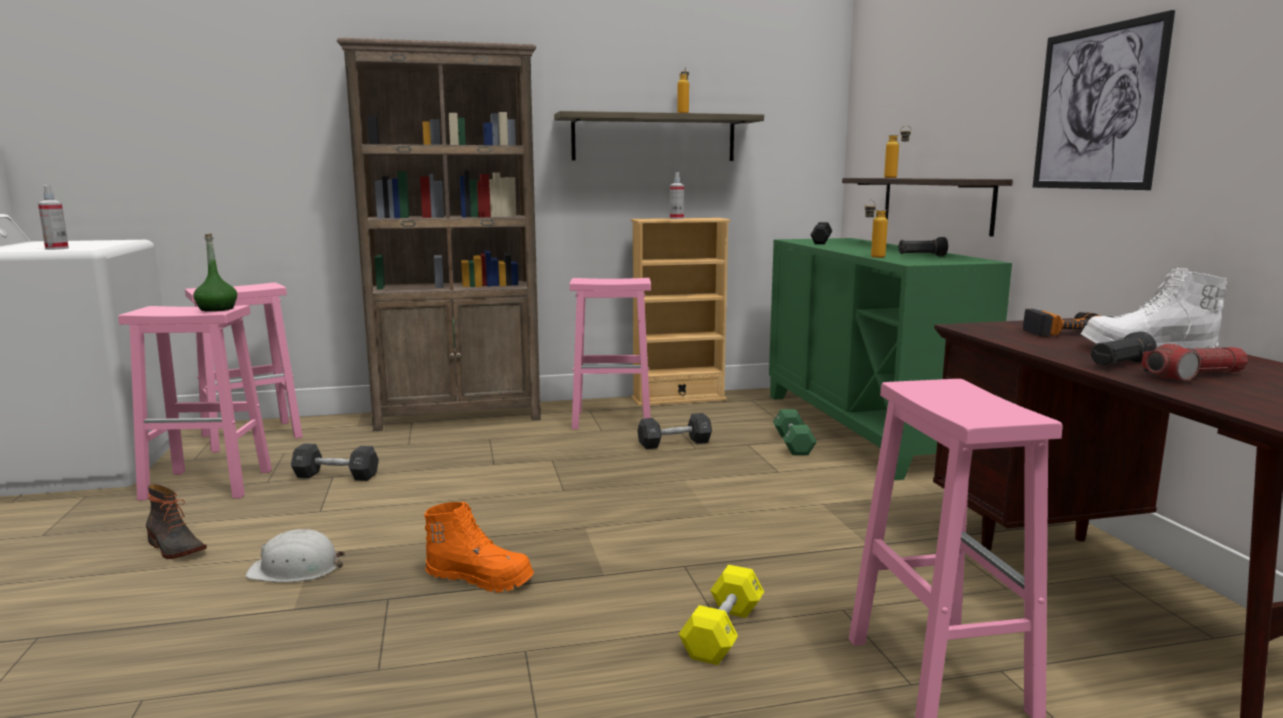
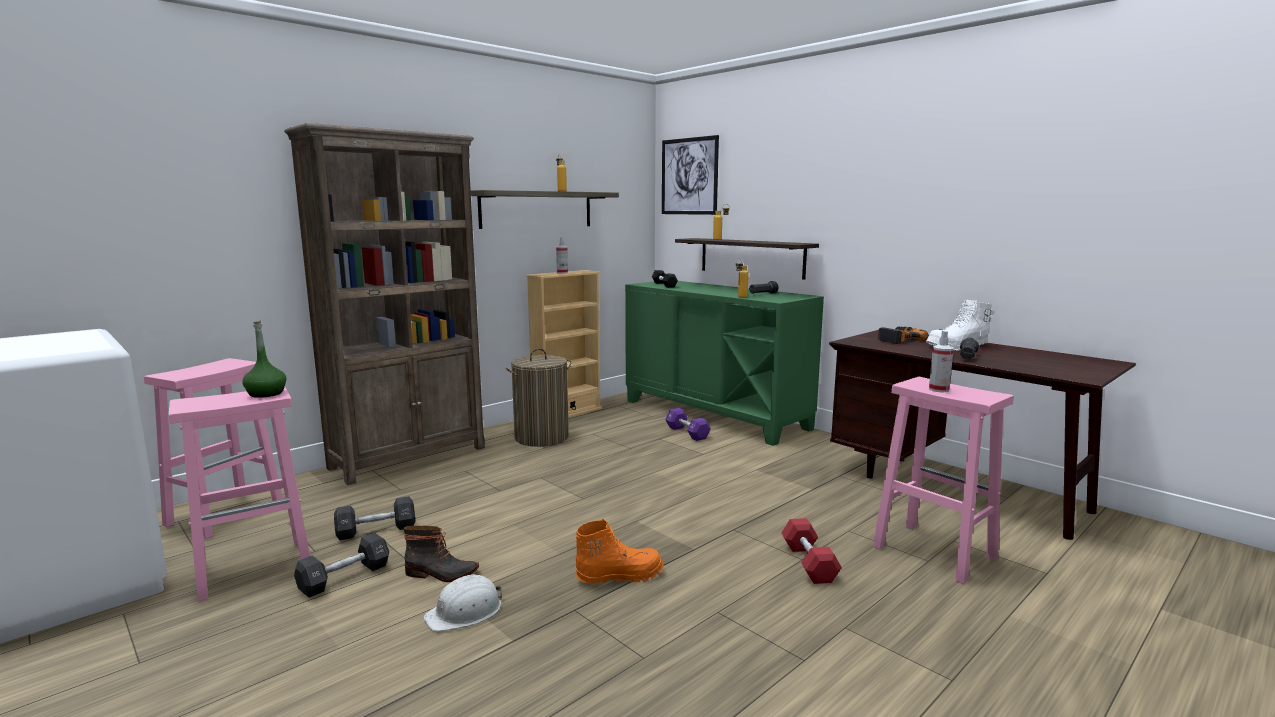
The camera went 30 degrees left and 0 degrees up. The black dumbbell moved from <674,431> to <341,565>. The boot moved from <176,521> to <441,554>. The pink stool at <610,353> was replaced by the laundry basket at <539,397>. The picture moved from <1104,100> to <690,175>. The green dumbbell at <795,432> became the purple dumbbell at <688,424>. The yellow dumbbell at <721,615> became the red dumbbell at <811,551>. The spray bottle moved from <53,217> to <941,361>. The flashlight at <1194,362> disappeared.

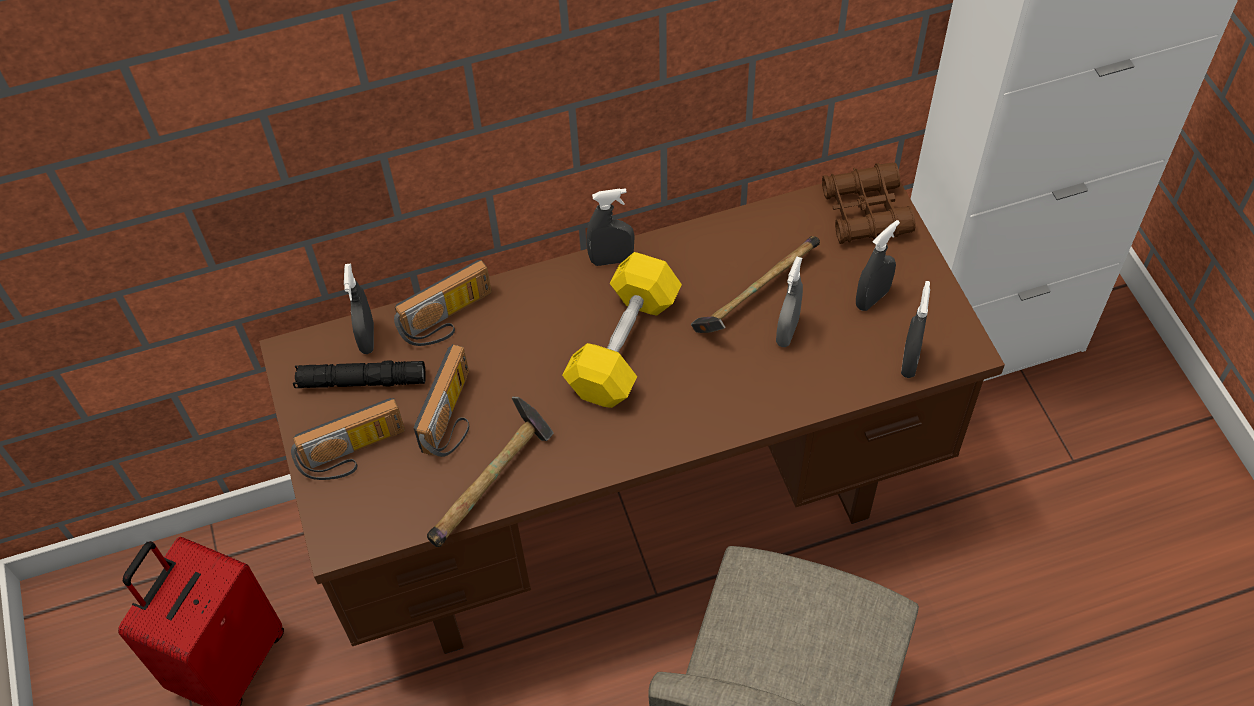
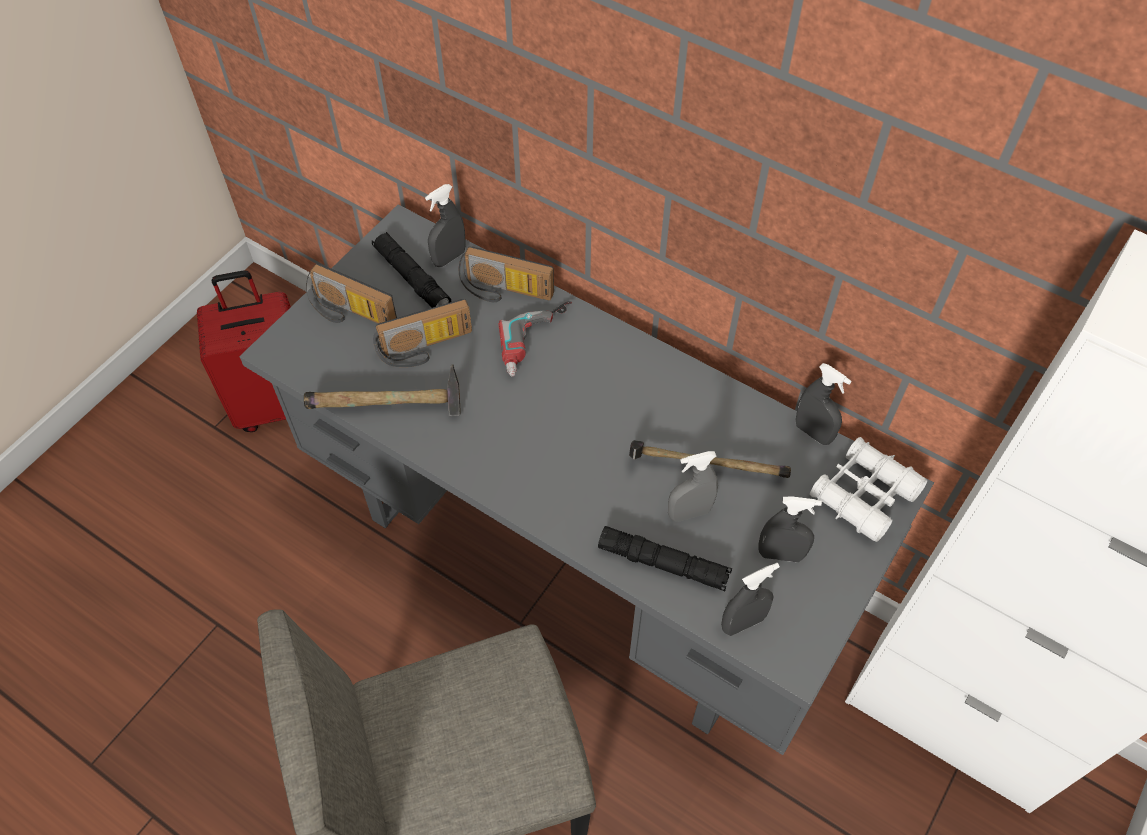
The camera went 50 degrees right and 0 degrees up. The brown desk at <632,418> became the grey desk at <586,479>. The power drill at <535,338> appeared. The black flashlight at <665,558> appeared. The grey spray bottle moved from <610,227> to <823,404>. The brown binoculars at <869,203> became the white binoculars at <868,489>. The yellow dumbbell at <622,330> disappeared.

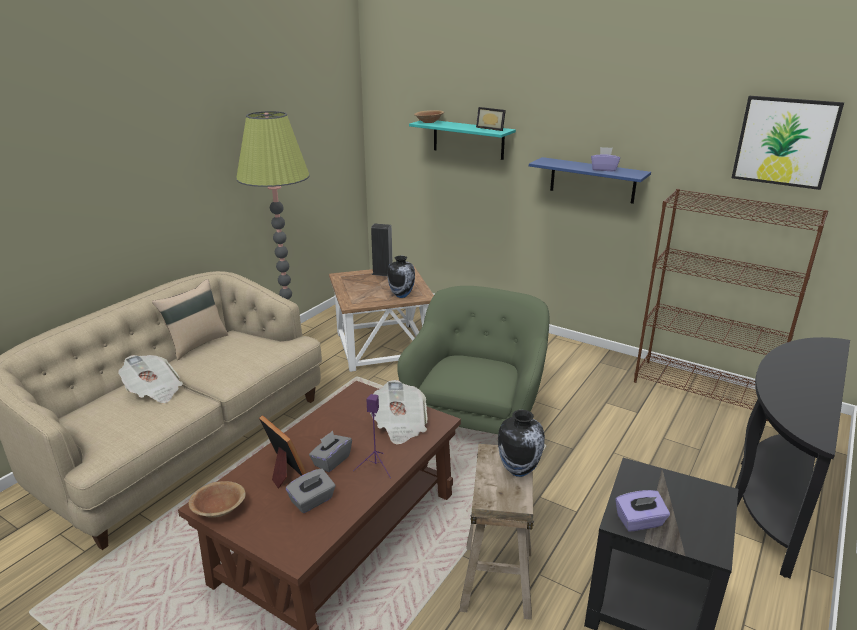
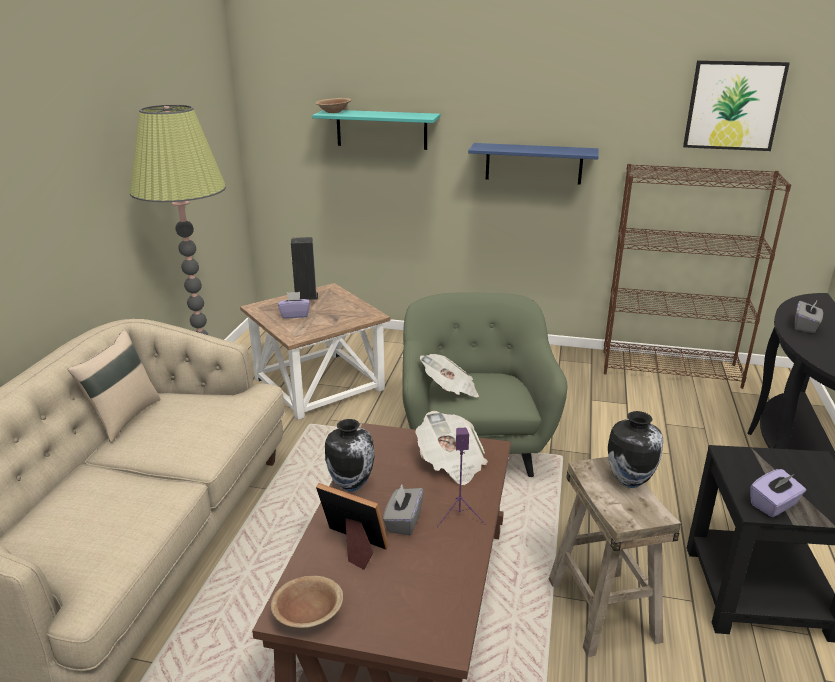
The camera went 20 degrees left and 0 degrees up. The purple tissue box moved from <605,159> to <294,305>. The vase moved from <401,277> to <349,455>. The newspaper moved from <150,379> to <449,375>. The grey tissue box moved from <311,491> to <809,317>. The picture frame at <491,119> disappeared.

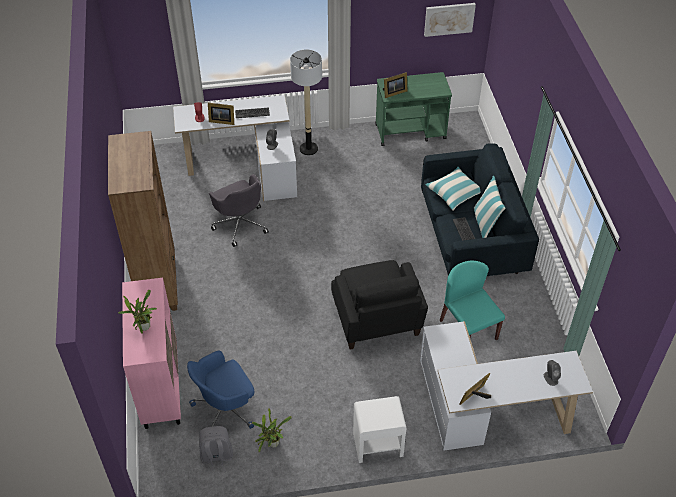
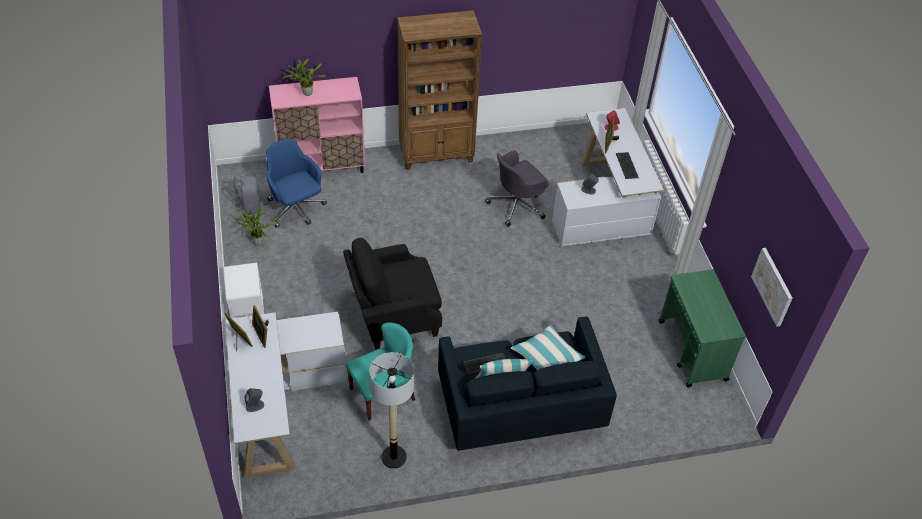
The camera went 85 degrees right and 0 degrees up. The picture frame moved from <395,85> to <260,326>. The floor lamp moved from <306,102> to <391,410>.

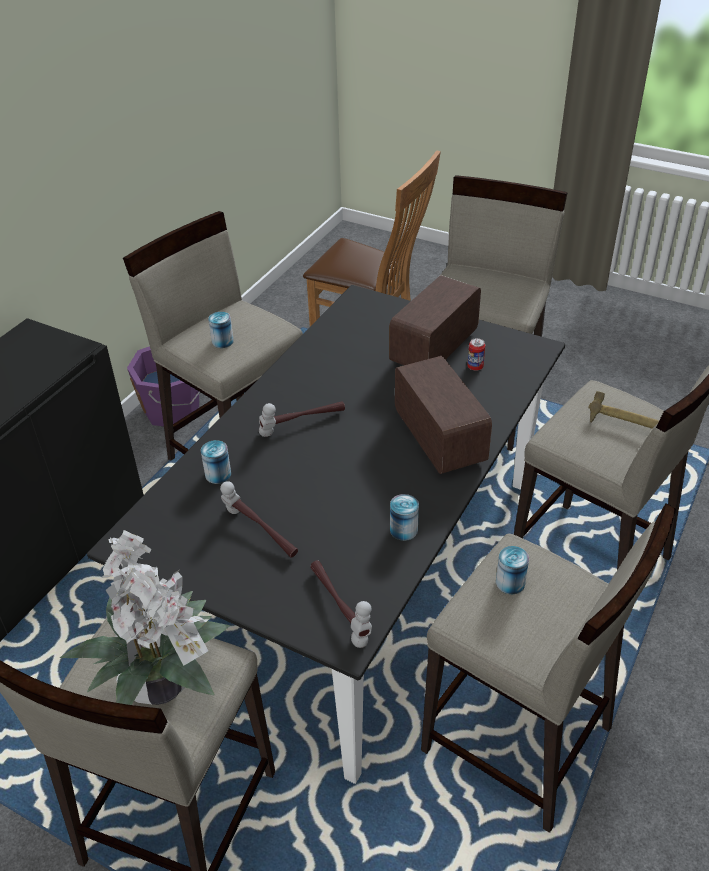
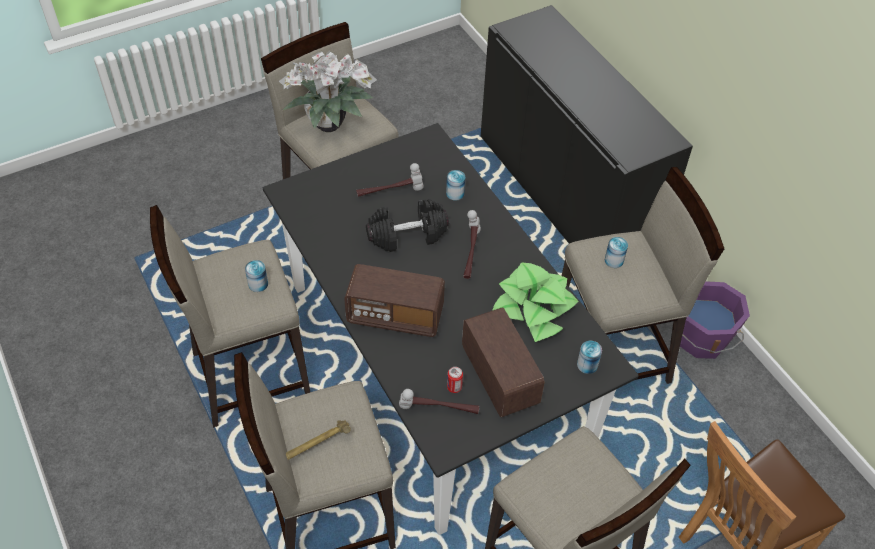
The camera went 120 degrees right and 10 degrees up. The black dumbbell at <407,225> appeared. The hammer moved from <341,604> to <439,401>. The potted plant at <535,302> appeared. The can moved from <404,517> to <589,357>.

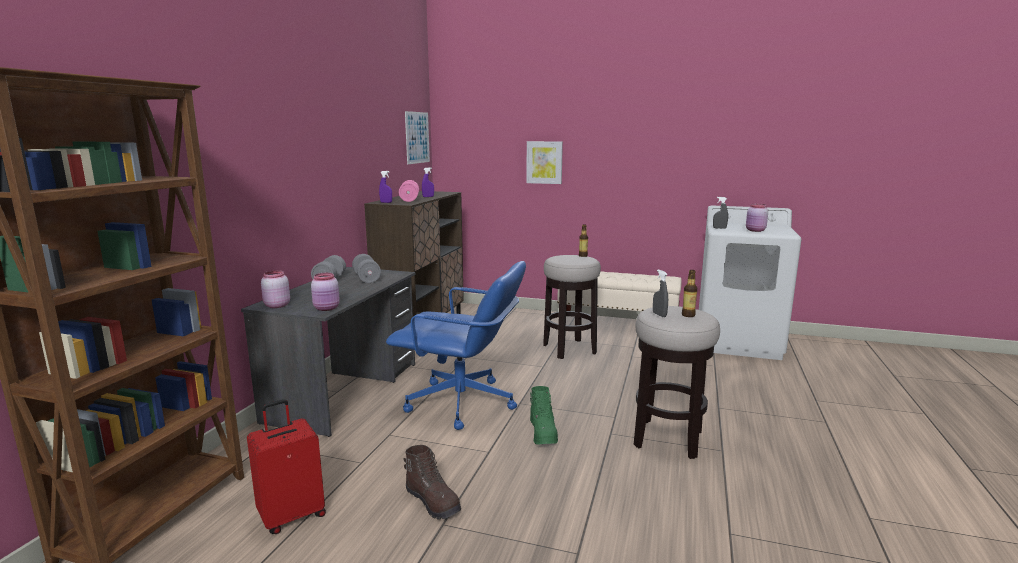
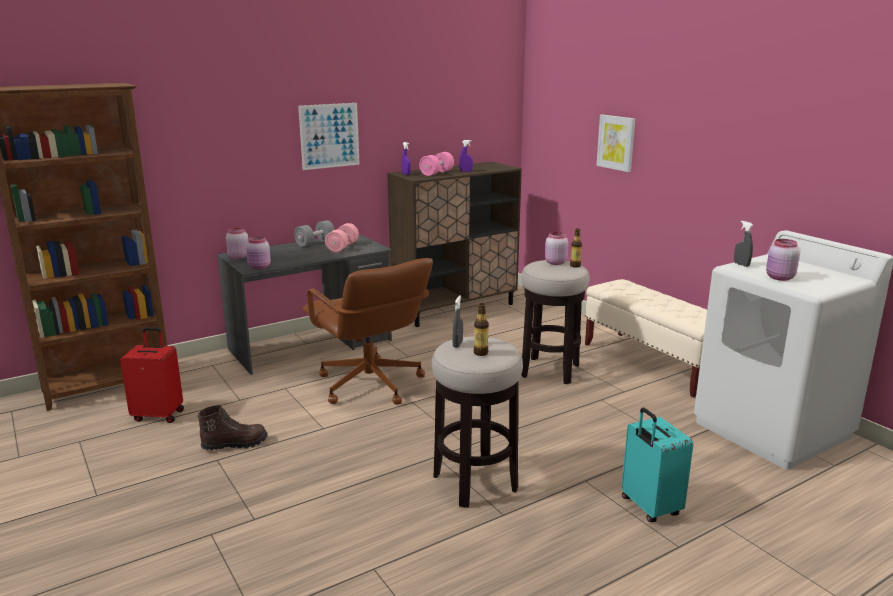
The camera went 40 degrees right and 5 degrees up. The brown boot at <432,482> turned 105 degrees counterclockwise. The picture moved from <417,137> to <329,136>. The blue office chair at <456,345> became the brown office chair at <368,331>. The grey dumbbell at <366,268> became the pink dumbbell at <342,237>. The pink jar at <556,248> appeared. The turquoise suitcase at <657,464> appeared. The green boot at <544,415> disappeared.

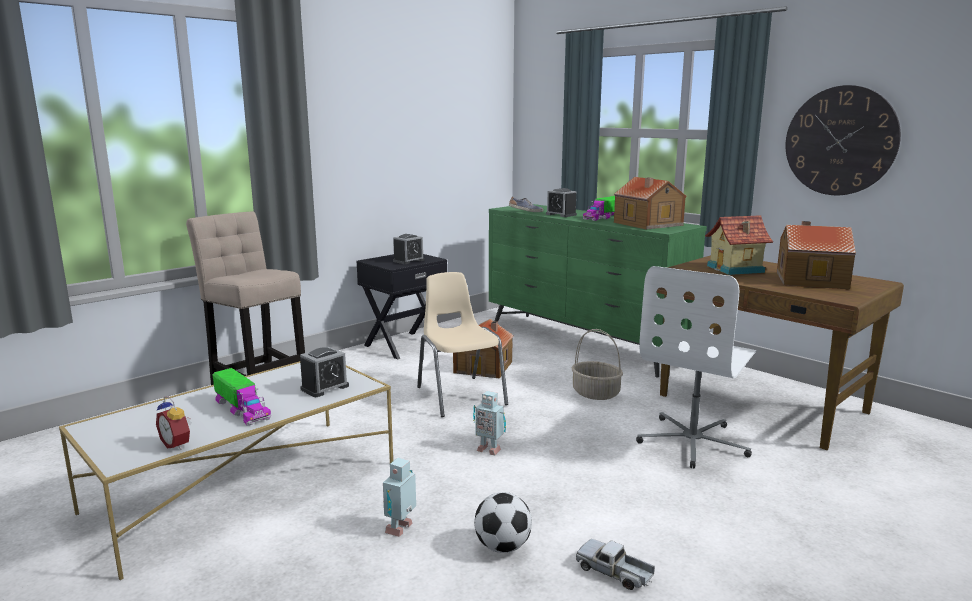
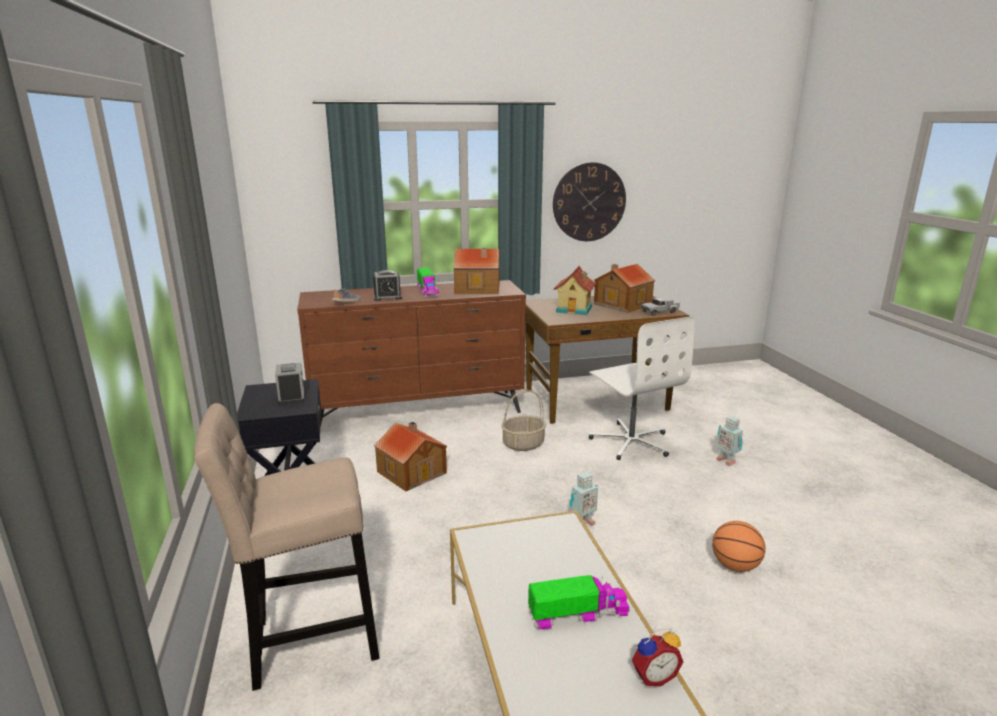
The camera went 60 degrees left and 5 degrees up. The green dresser at <598,291> became the brown dresser at <411,353>. The toy truck moved from <615,564> to <660,307>. The football at <503,522> was replaced by the basketball at <739,546>. The toy robot moved from <399,497> to <729,441>. The alarm clock at <324,372> disappeared. The beige chair at <462,344> disappeared.

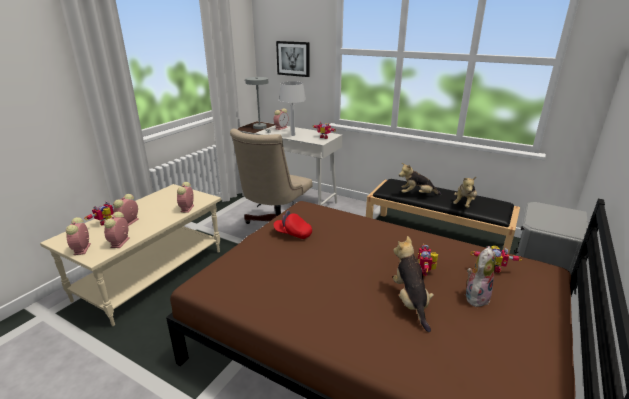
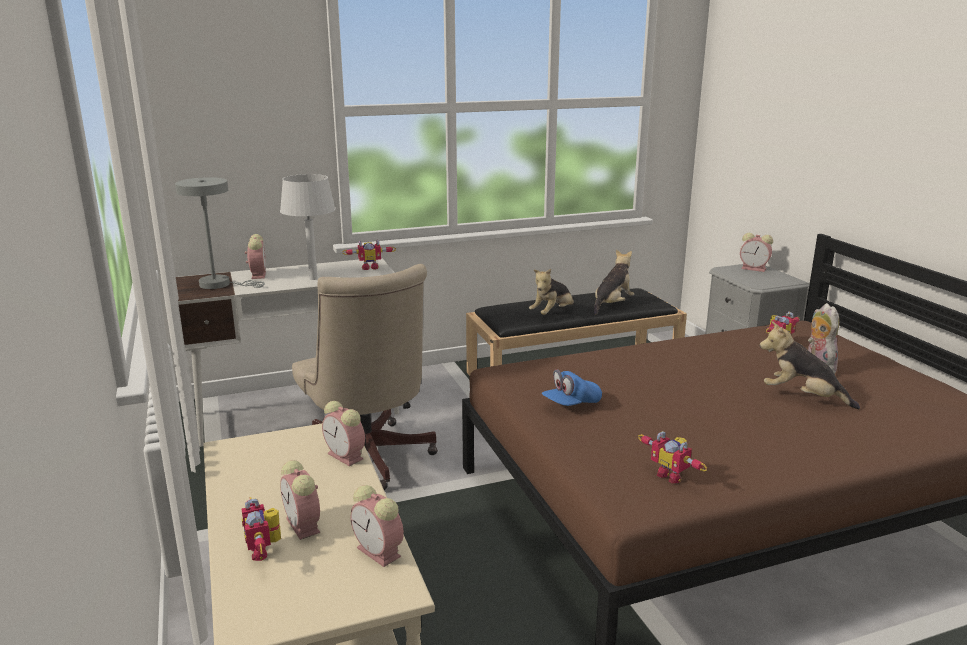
The camera went 50 degrees left and 5 degrees down. The red cap at <292,224> became the blue cap at <572,387>. The plush toy at <465,192> turned 120 degrees counterclockwise. The toy robot moved from <428,260> to <672,457>. The alarm clock moved from <78,236> to <756,252>. The picture at <293,59> disappeared.

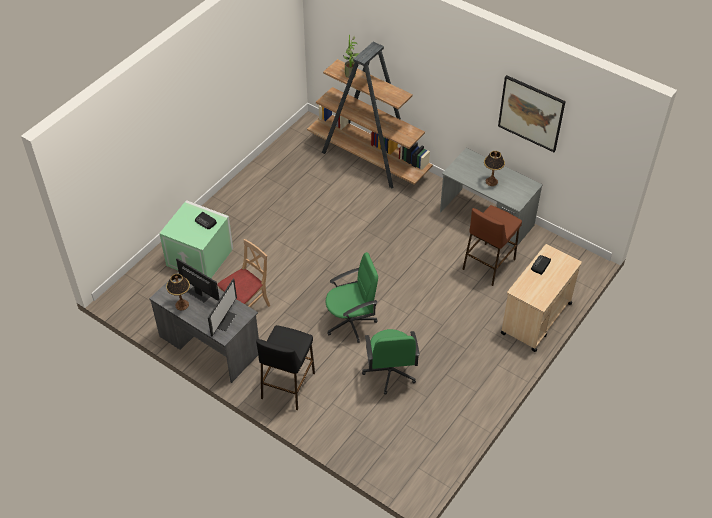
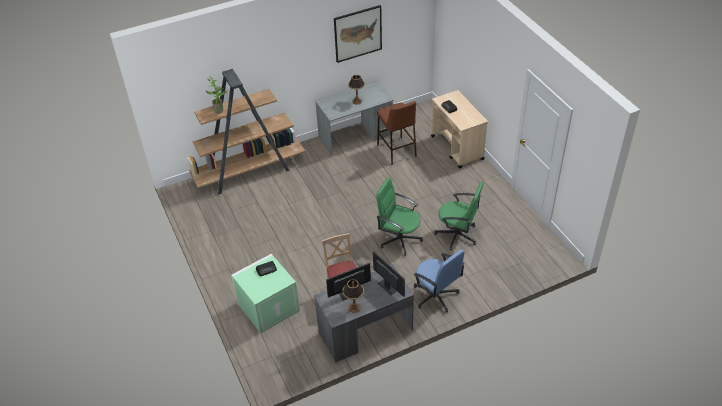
The camera went 60 degrees left and 5 degrees down. The green office chair at <352,297> turned 75 degrees counterclockwise. The black stool at <285,367> was replaced by the blue office chair at <439,281>.

